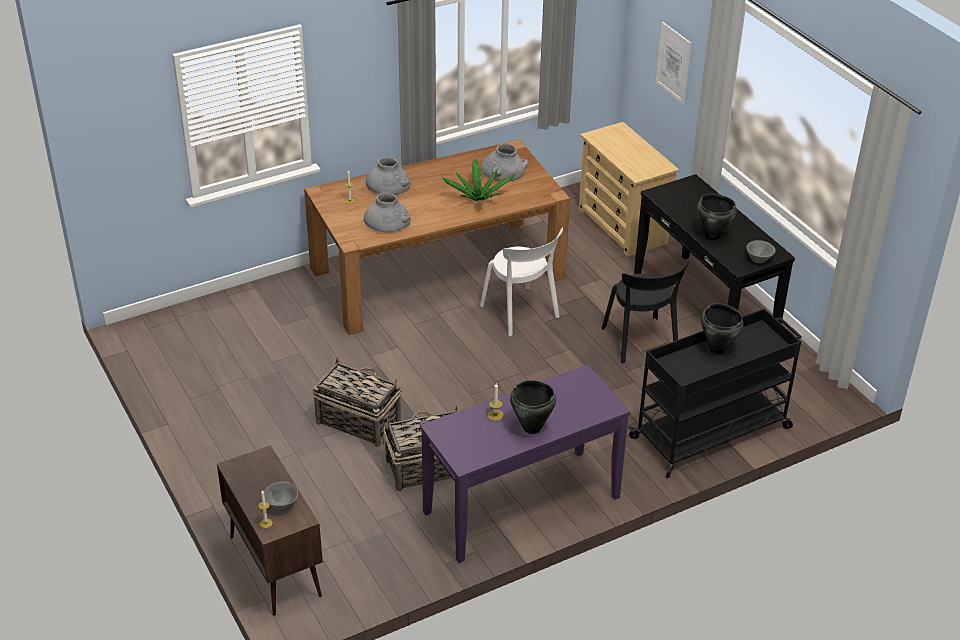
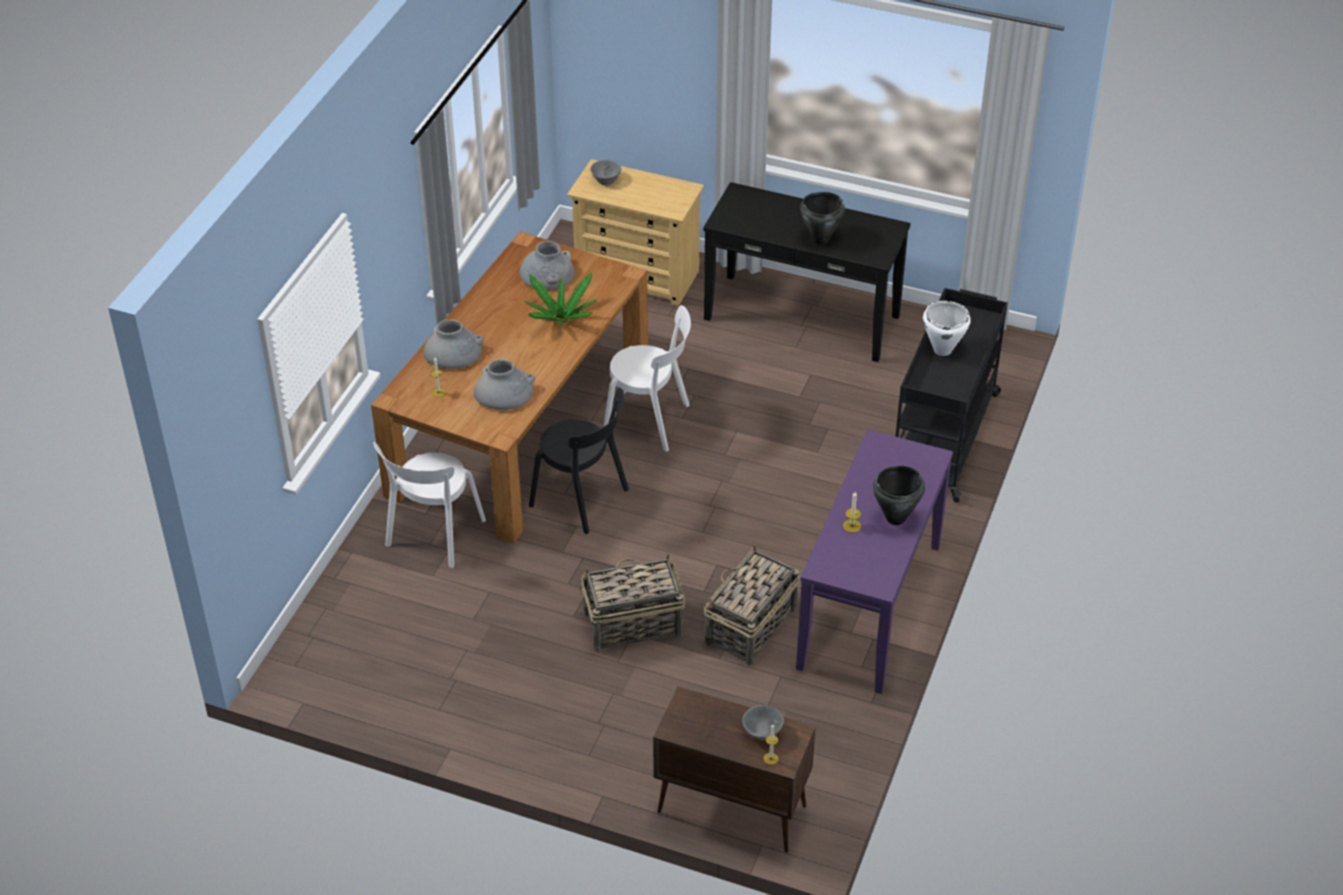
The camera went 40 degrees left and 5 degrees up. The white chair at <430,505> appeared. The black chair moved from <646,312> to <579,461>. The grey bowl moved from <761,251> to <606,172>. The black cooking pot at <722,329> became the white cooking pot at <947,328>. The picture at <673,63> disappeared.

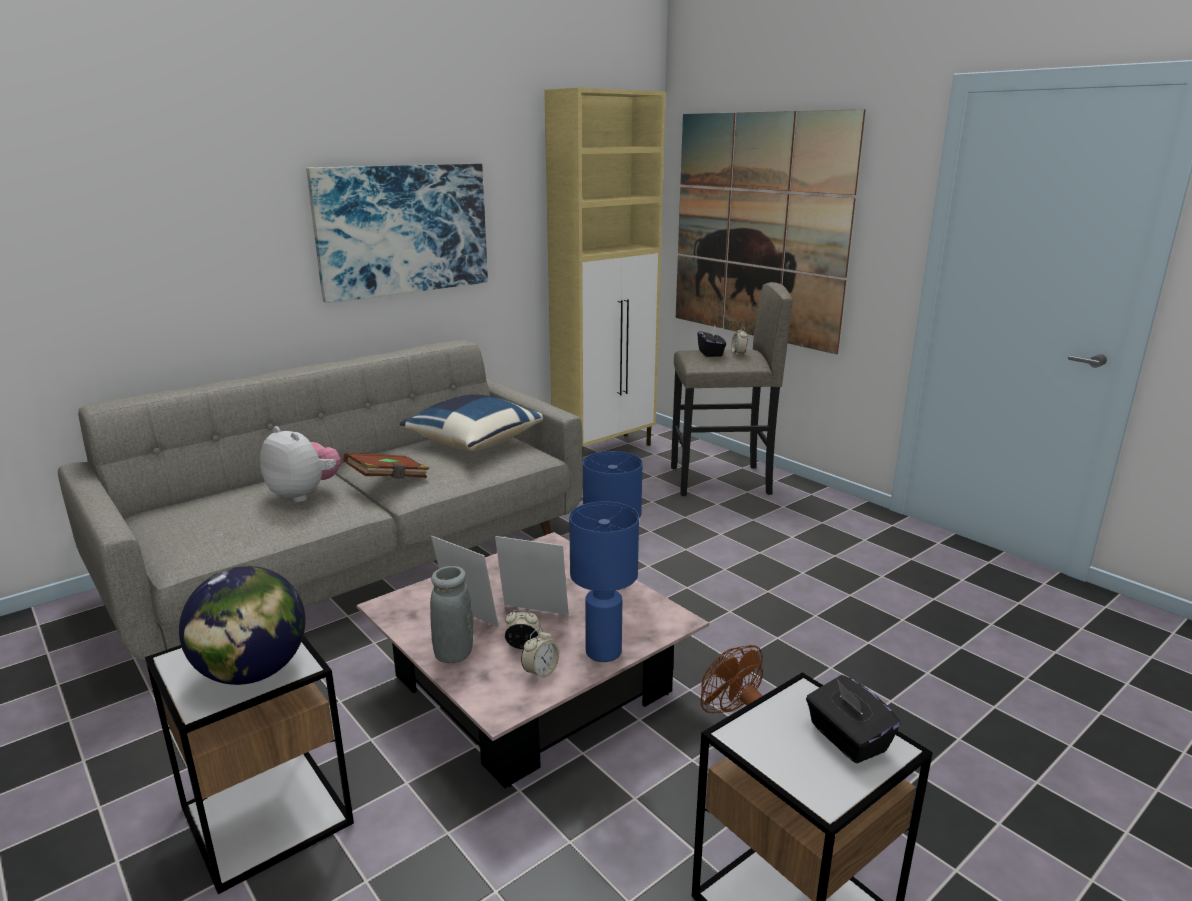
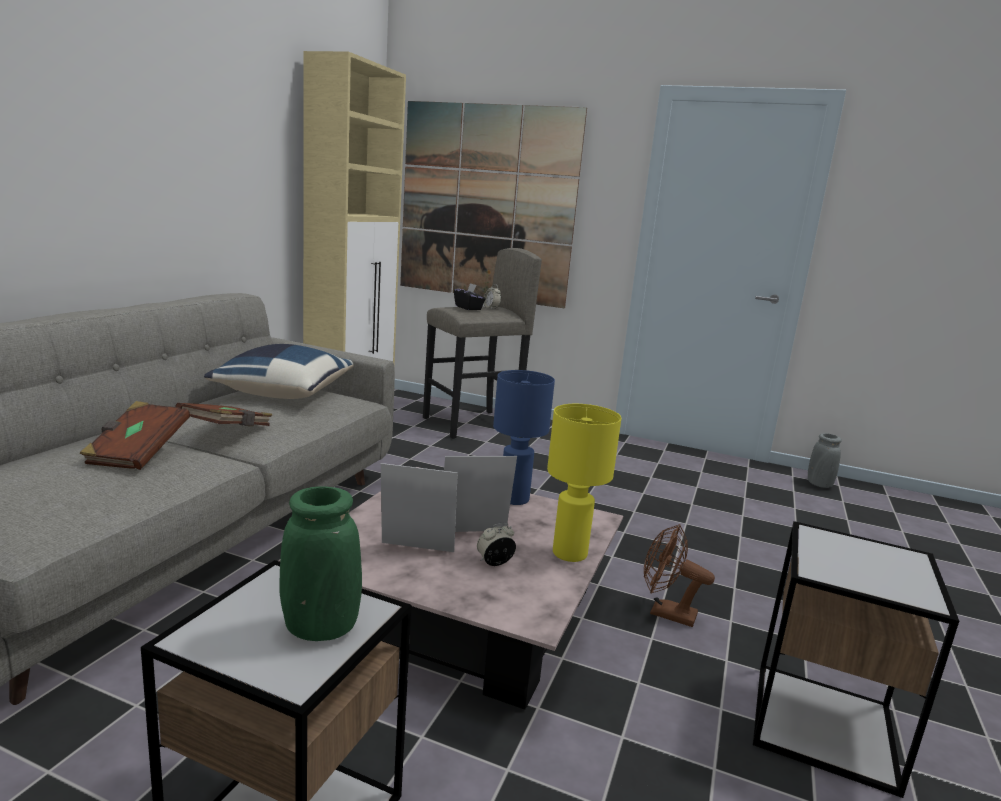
The camera went 30 degrees left and 5 degrees down. The plush toy at <300,464> was replaced by the brown book at <134,435>. The globe at <242,625> was replaced by the green vase at <320,563>. The blue table lamp at <604,581> became the yellow table lamp at <584,483>. The grey vase moved from <451,614> to <825,460>. The picture at <397,233> disappeared. The alarm clock at <540,654> disappeared. The black tissue box at <853,719> disappeared.

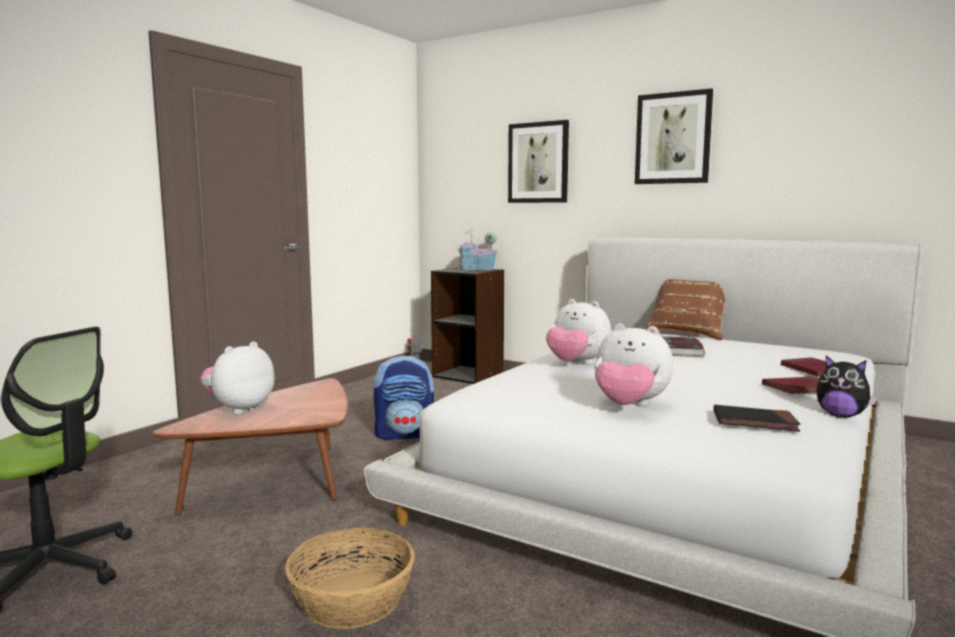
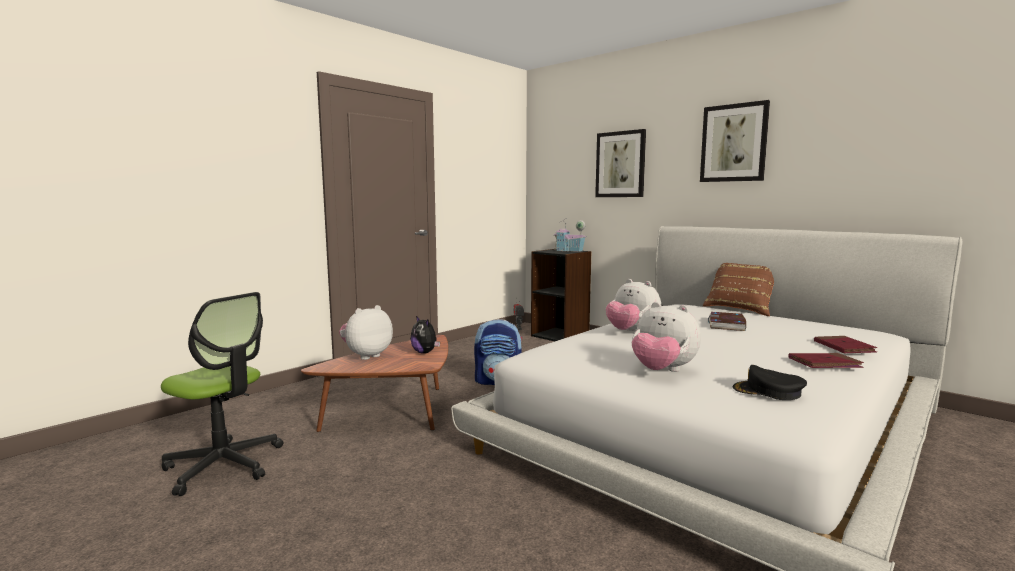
The camera went 10 degrees right and 0 degrees up. The plush toy moved from <846,386> to <425,335>. The black book at <757,418> was replaced by the black cap at <769,382>. The basket at <350,578> disappeared.

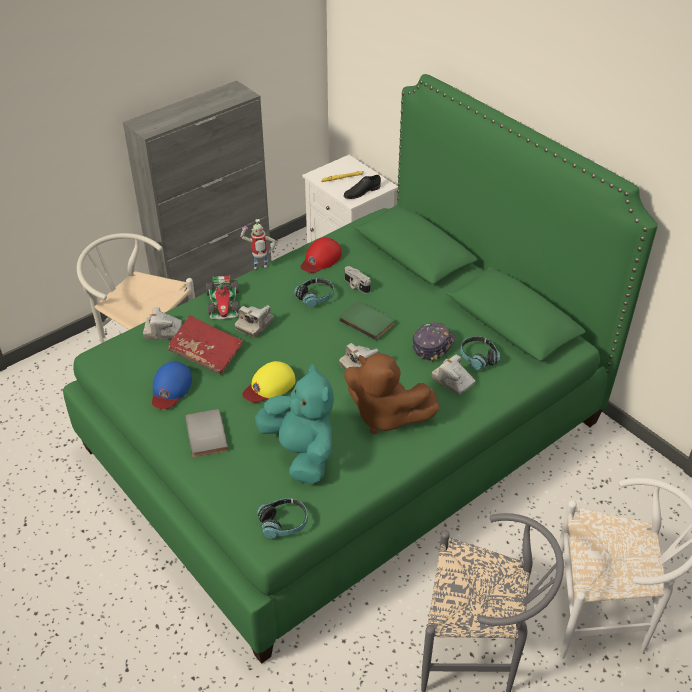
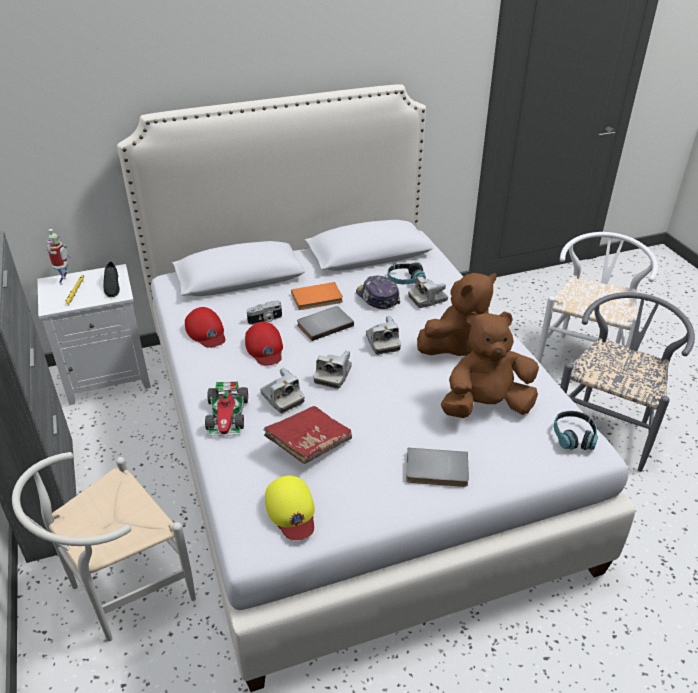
The camera went 70 degrees left and 5 degrees down. The toy robot moved from <258,244> to <58,257>. The green bed at <360,369> became the white bed at <376,388>. The toy car at <222,297> turned 75 degrees clockwise. The headphones at <314,293> was replaced by the red cap at <264,343>. The yellow cap moved from <269,382> to <290,507>. The orange book at <317,296> appeared. The green book at <367,321> became the grey book at <325,323>. The photo camera moved from <162,323> to <333,370>. The turquoise plush toy at <294,424> became the brown plush toy at <490,364>. The blue cap at <172,385> disappeared.

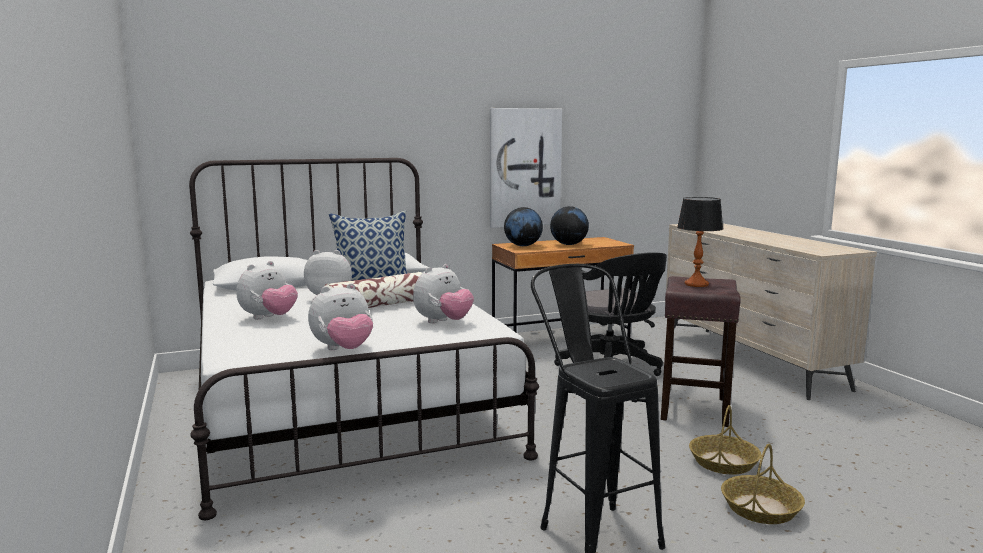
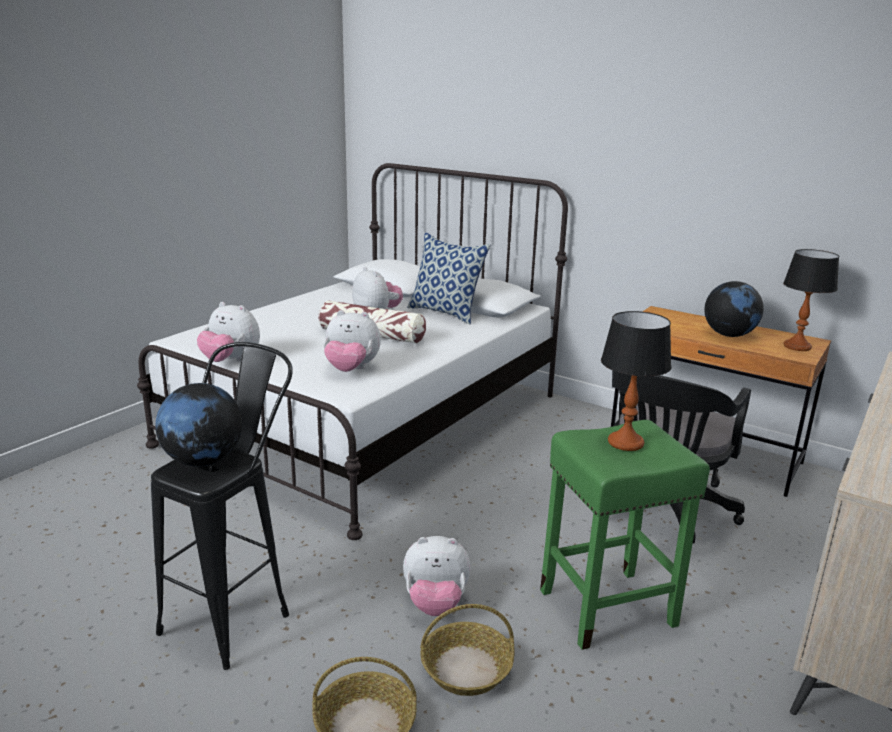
The camera went 55 degrees right and 10 degrees up. The globe moved from <523,226> to <198,424>. The plush toy moved from <267,290> to <436,576>. The brown stool at <701,351> became the green stool at <625,535>. The table lamp at <811,300> appeared. The picture at <526,168> disappeared.

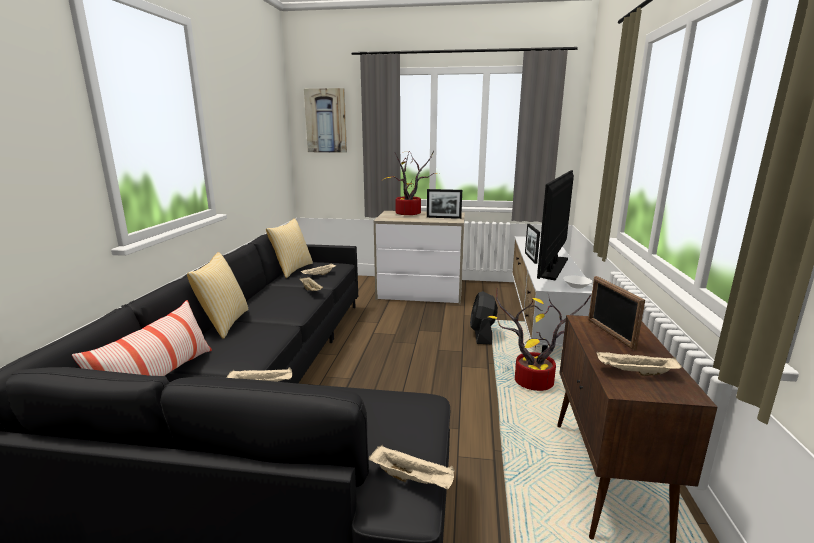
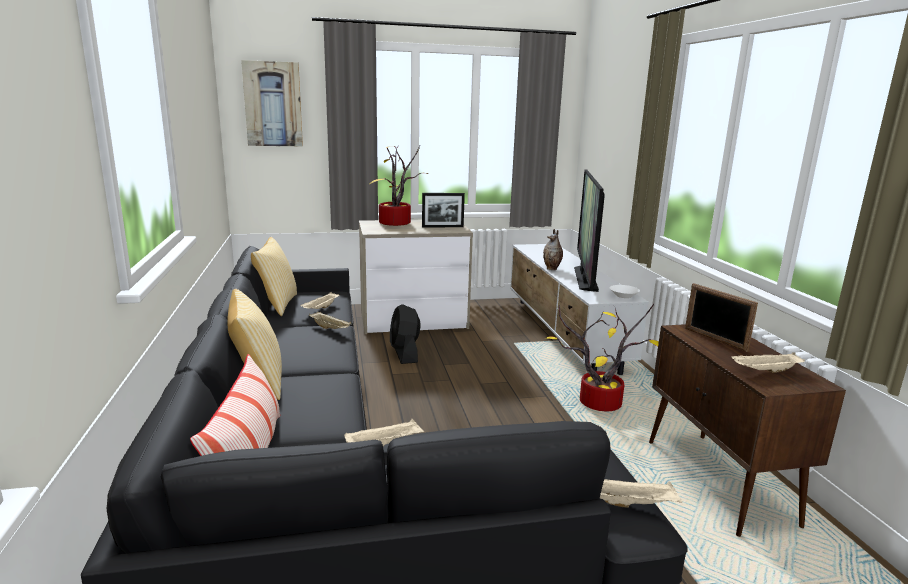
The camera went 20 degrees left and 0 degrees up. The black fan moved from <484,317> to <405,334>. The picture frame at <532,244> was replaced by the vase at <553,249>.

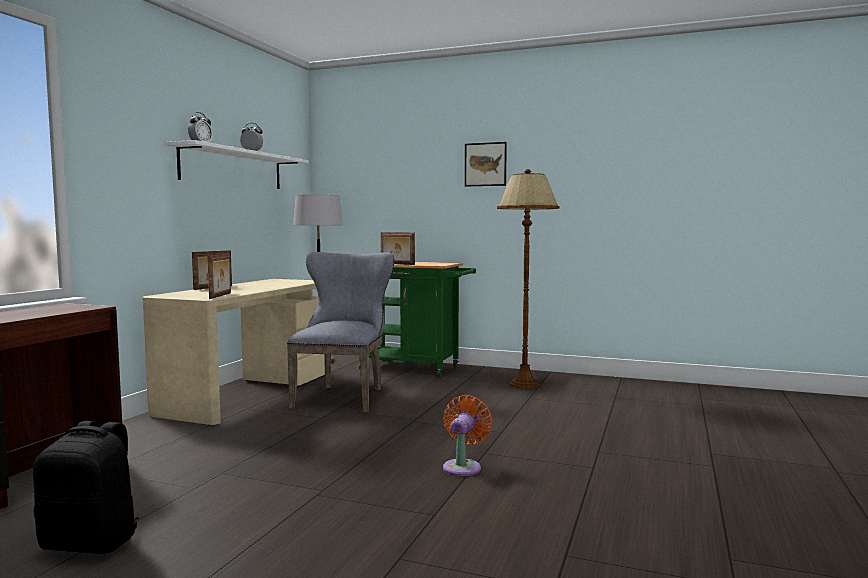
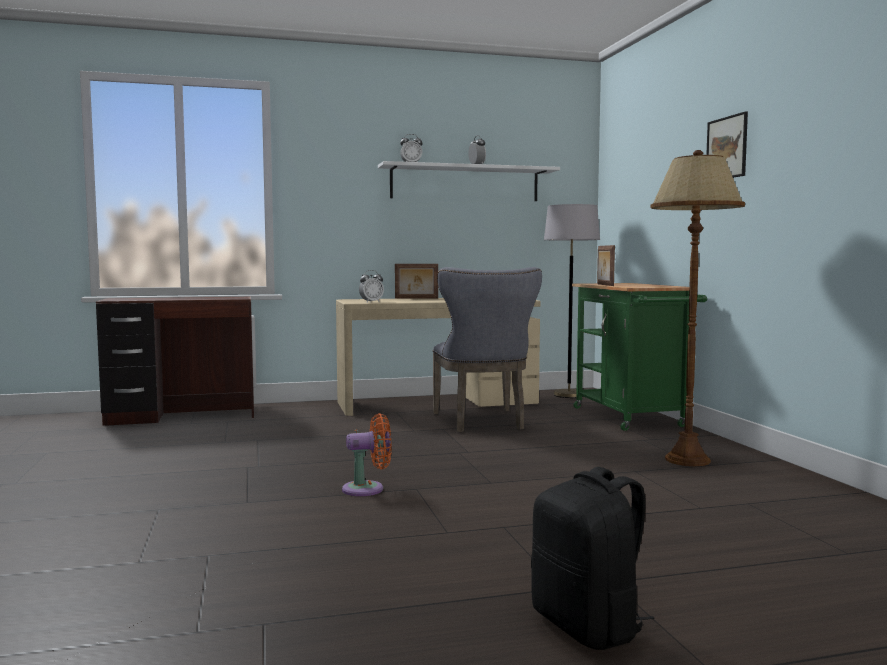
The camera went 55 degrees right and 0 degrees up. The picture frame at <219,276> was replaced by the alarm clock at <371,286>. The grey chair at <340,332> turned 105 degrees clockwise. The black backpack moved from <86,487> to <593,558>.

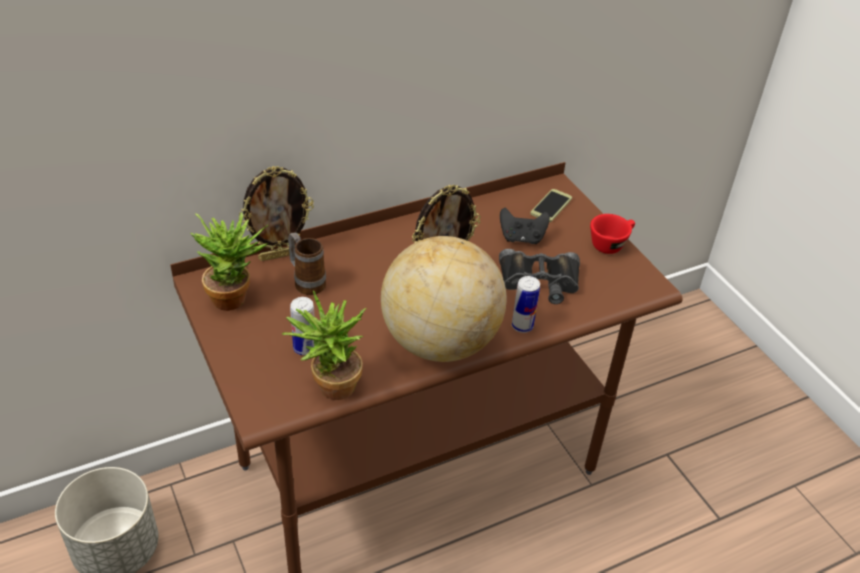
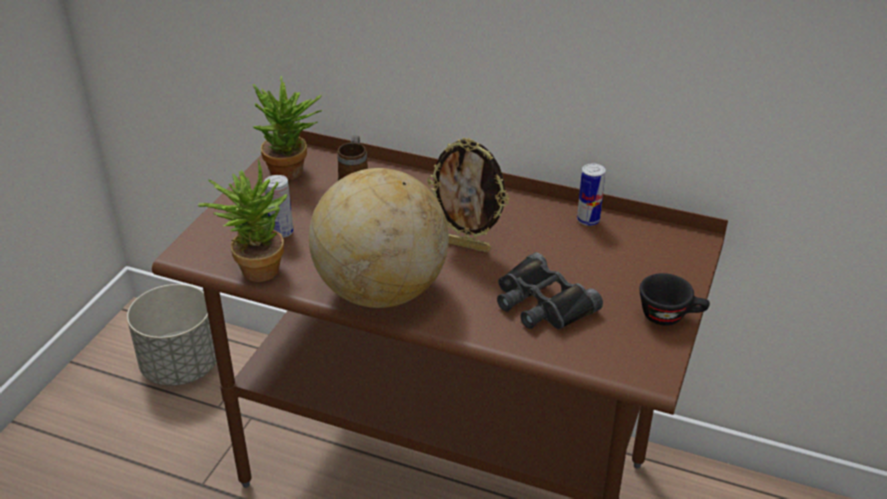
The camera went 50 degrees right and 5 degrees down. The can moved from <526,304> to <591,194>. The red cup at <612,234> became the black cup at <674,299>. The picture frame at <276,213> disappeared. The black game controller at <525,226> disappeared. The phone at <551,205> disappeared.

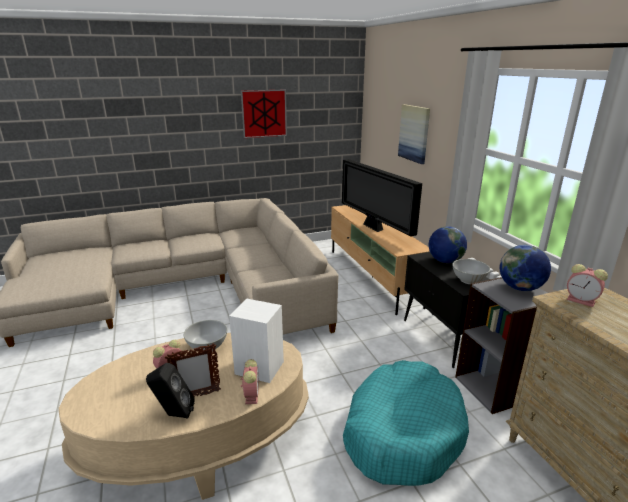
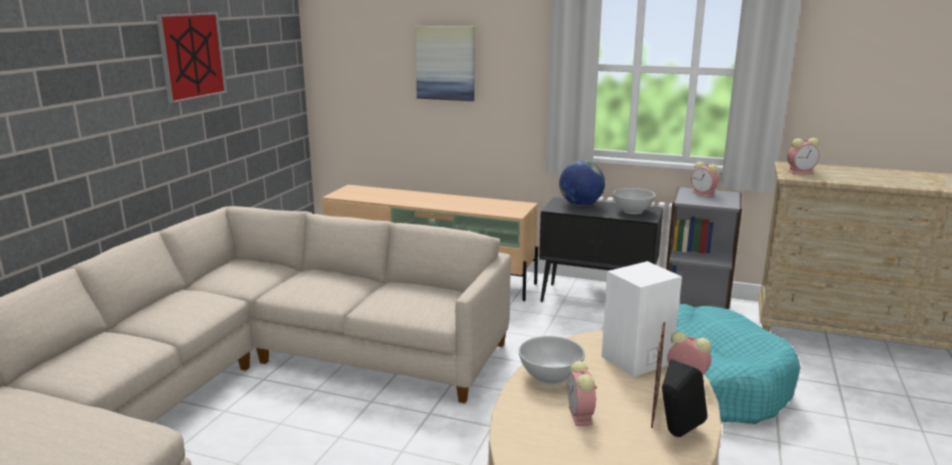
The camera went 50 degrees left and 5 degrees down. The globe at <525,268> was replaced by the alarm clock at <705,179>. The television at <382,198> disappeared.

